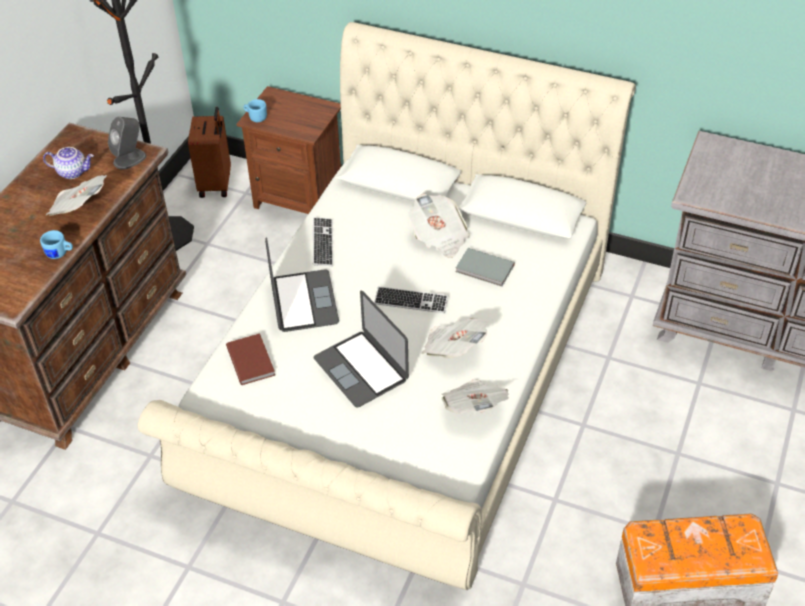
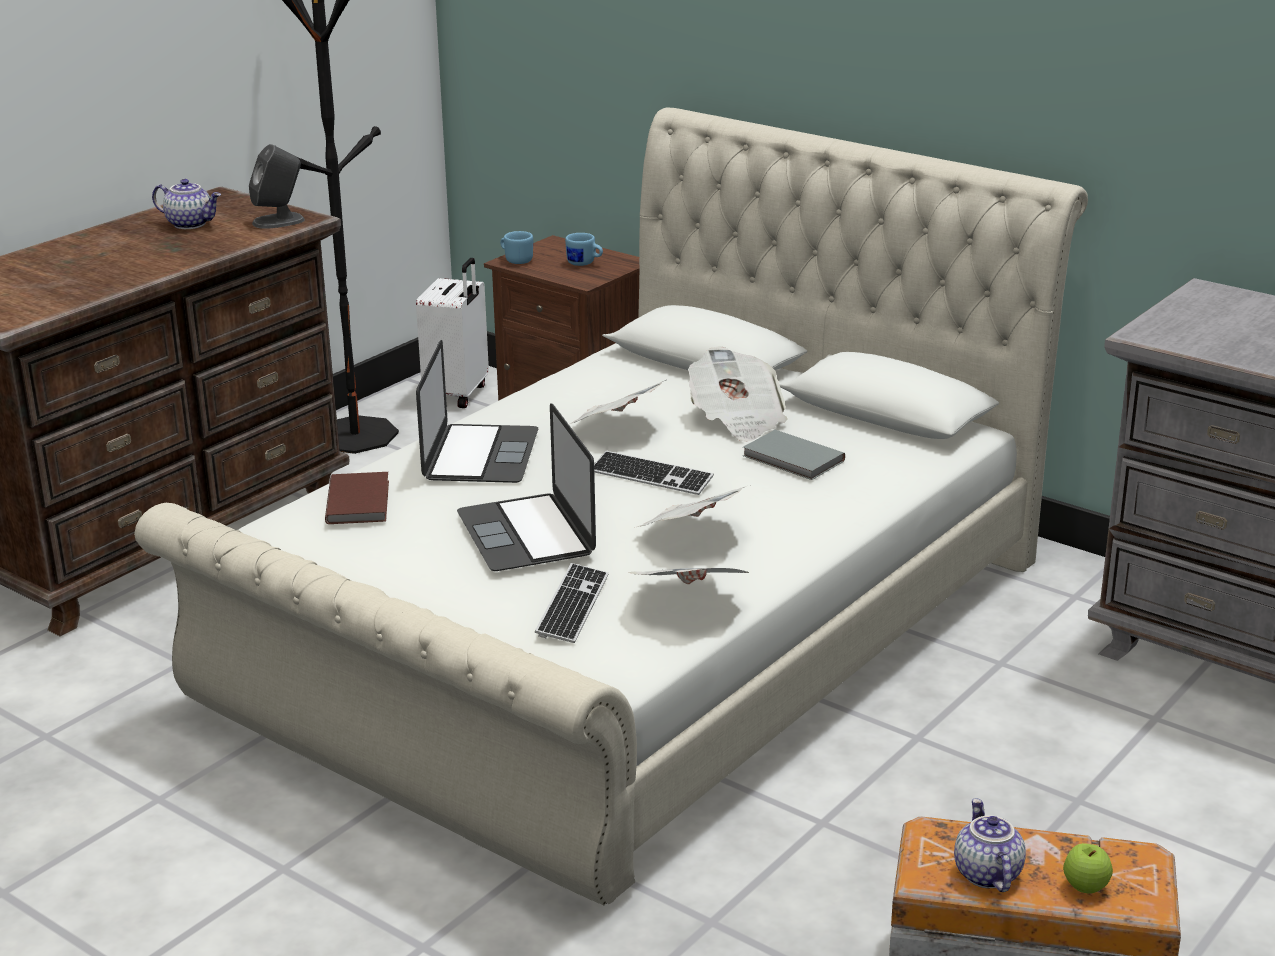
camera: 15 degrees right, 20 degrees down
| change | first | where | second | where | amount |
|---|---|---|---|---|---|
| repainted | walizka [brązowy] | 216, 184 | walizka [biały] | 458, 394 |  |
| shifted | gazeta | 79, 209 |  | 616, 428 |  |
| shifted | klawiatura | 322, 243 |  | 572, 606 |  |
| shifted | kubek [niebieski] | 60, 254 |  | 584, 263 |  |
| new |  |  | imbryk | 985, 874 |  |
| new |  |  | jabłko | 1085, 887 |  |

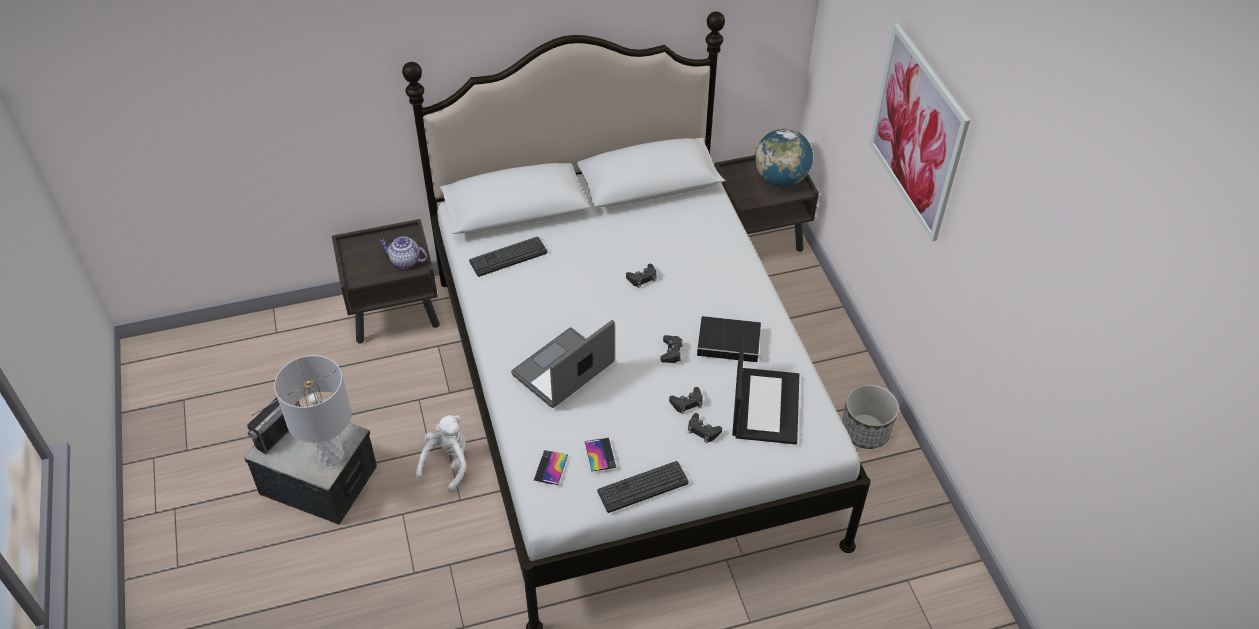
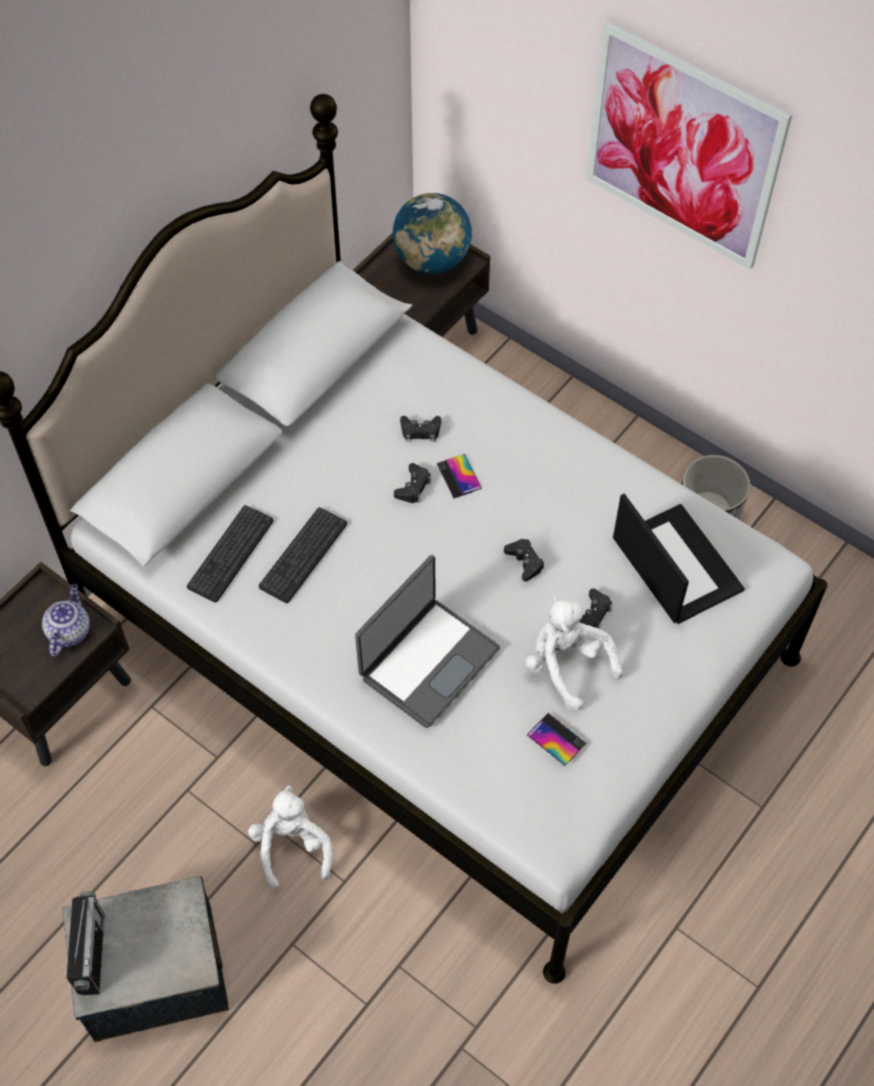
camera: 35 degrees left, 10 degrees up
| change | first | where | second | where | amount |
|---|---|---|---|---|---|
| rotated | imbryk | 404, 261 |  | 69, 631 | 120 degrees clockwise |
| gone | książka | 731, 342 |  |  |  |
| rotated | laptop | 564, 371 |  | 428, 661 | 150 degrees counterclockwise |
| gone | lampa stołowa [szary] | 331, 456 |  |  |  |
| shifted | pad do gier [czarny] | 703, 431 |  | 420, 431 |  |
| shifted | telefon | 551, 467 |  | 459, 476 |  |
| shifted | klawiatura | 643, 487 |  | 303, 555 |  |
| new |  |  | pluszak [biały] | 567, 665 |  |

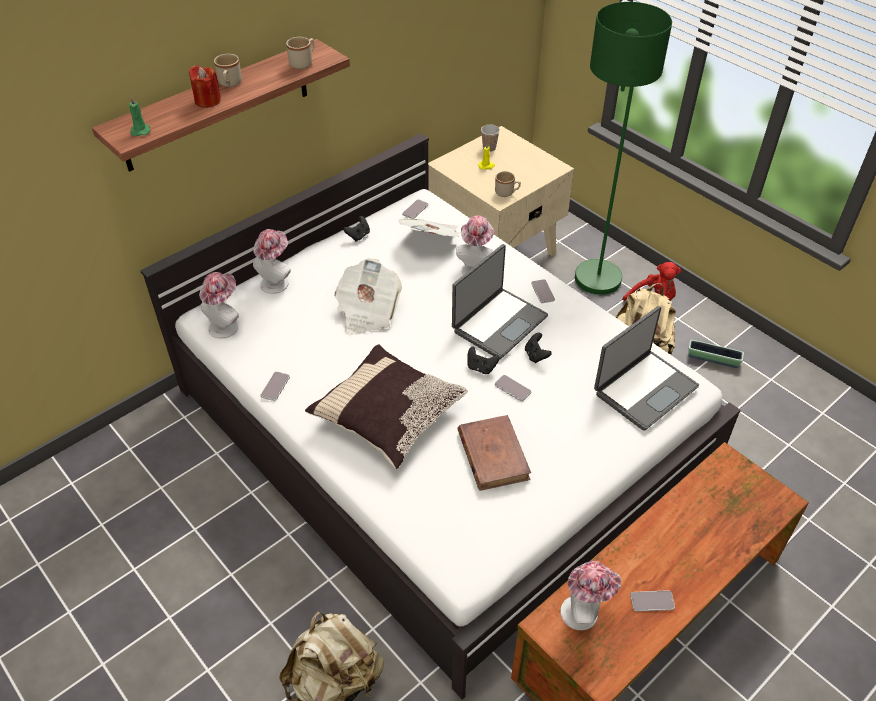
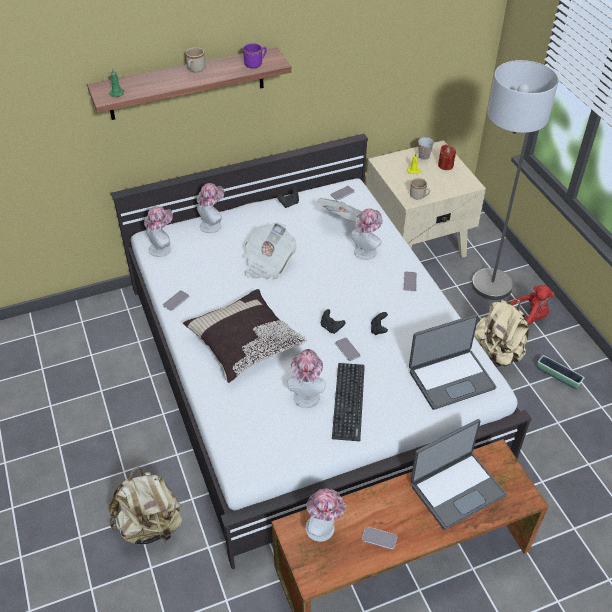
camera: 20 degrees right, 0 degrees up
| change | first | where | second | where | amount |
|---|---|---|---|---|---|
| repainted | lampa stojąca [zielony] | 591, 287 | lampa stojąca [szary] | 483, 291 |  |
| repainted | kubek [beżowy] | 303, 63 | kubek [fioletowy] | 256, 64 |  |
| shifted | świeca [czerwony] | 207, 101 |  | 445, 165 |  |
| shifted | laptop | 498, 323 |  | 456, 489 |  |
| swapped | książka [brązowy] | 493, 455 | kapelusz | 306, 394 |  |
| new |  |  | klawiatura | 348, 401 |  |

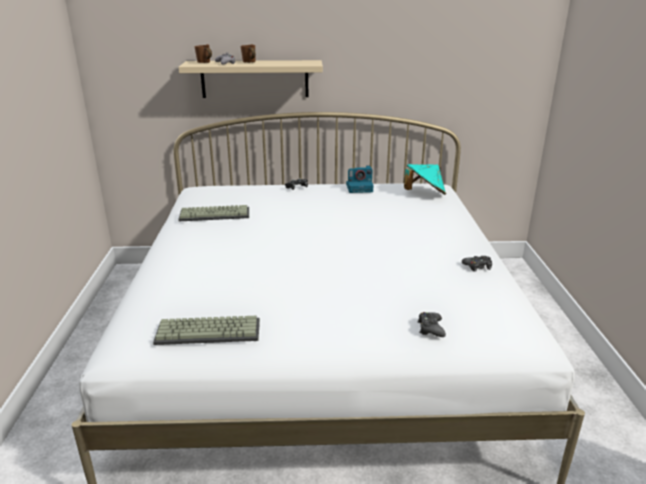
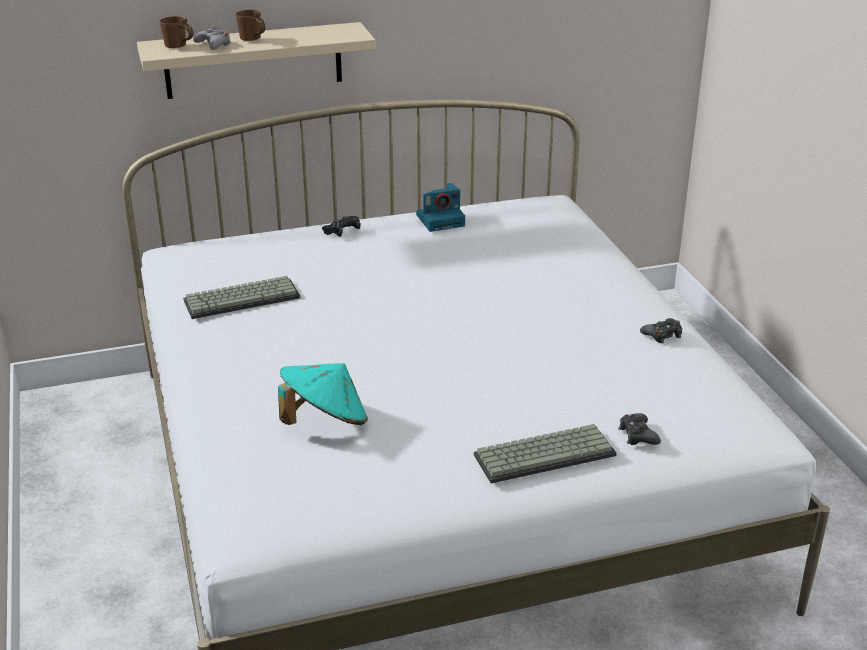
camera: 15 degrees left, 5 degrees up
| change | first | where | second | where | amount |
|---|---|---|---|---|---|
| shifted | kapelusz [turkusowy] | 424, 194 |  | 324, 421 |  |
| shifted | klawiatura | 209, 331 |  | 545, 453 |  |

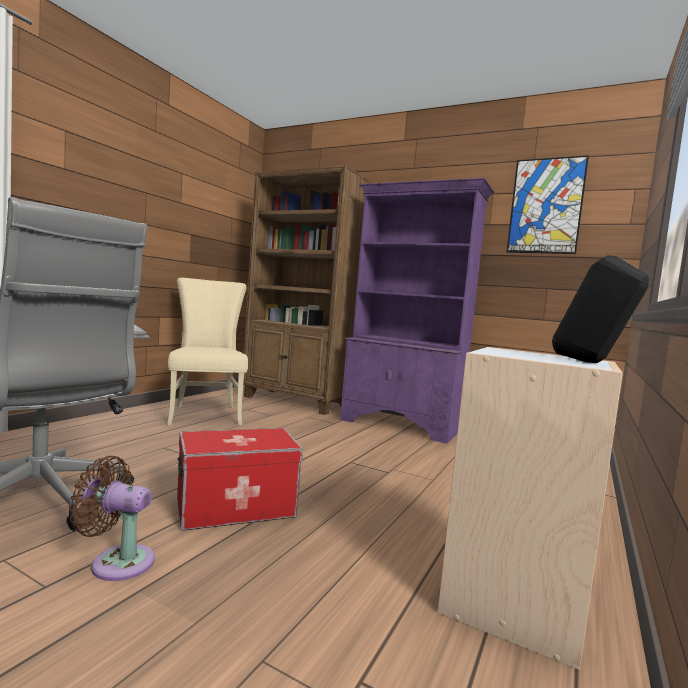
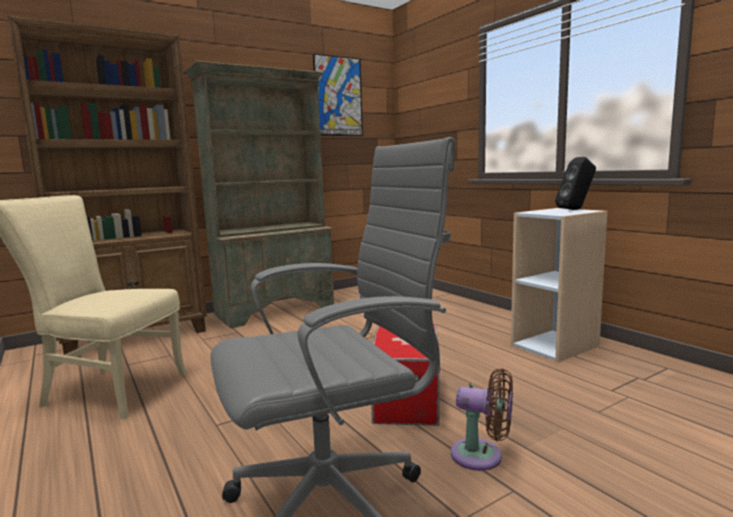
camera: 60 degrees left, 5 degrees up
| change | first | where | second | where | amount |
|---|---|---|---|---|---|
| repainted | regał [fioletowy] | 401, 425 | regał [zielony] | 275, 310 |  |
| rotated | wentylator [brązowy] | 117, 562 |  | 482, 456 | 105 degrees counterclockwise |

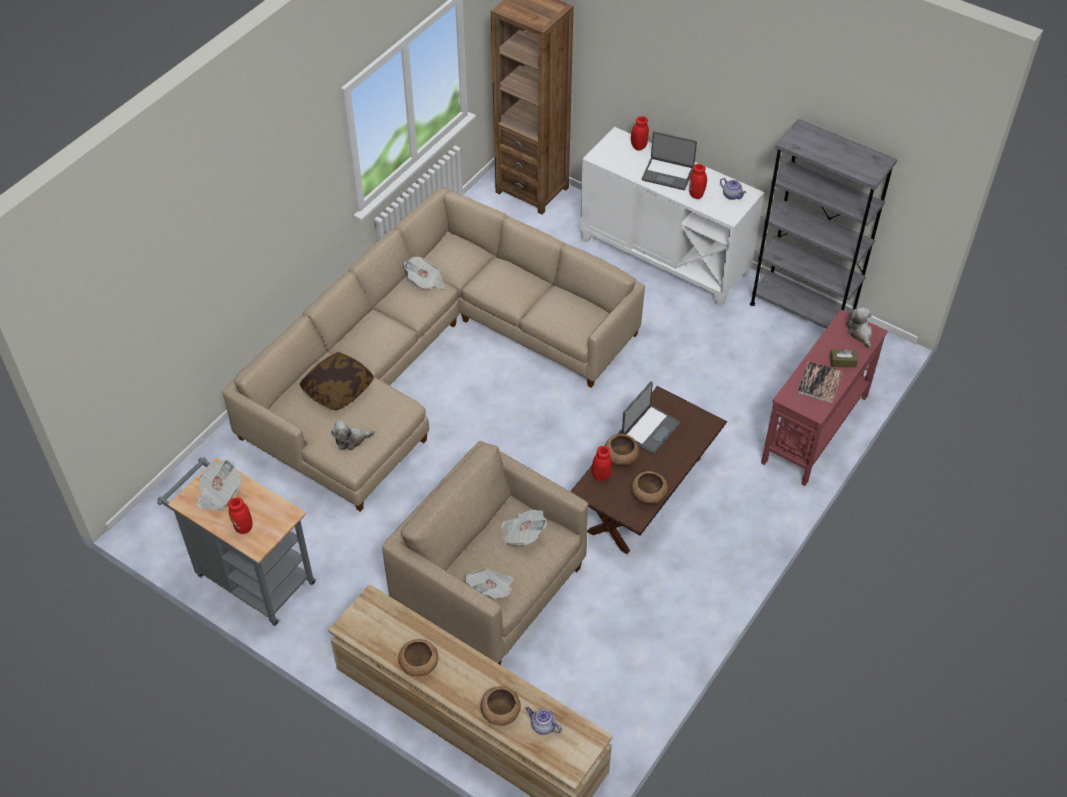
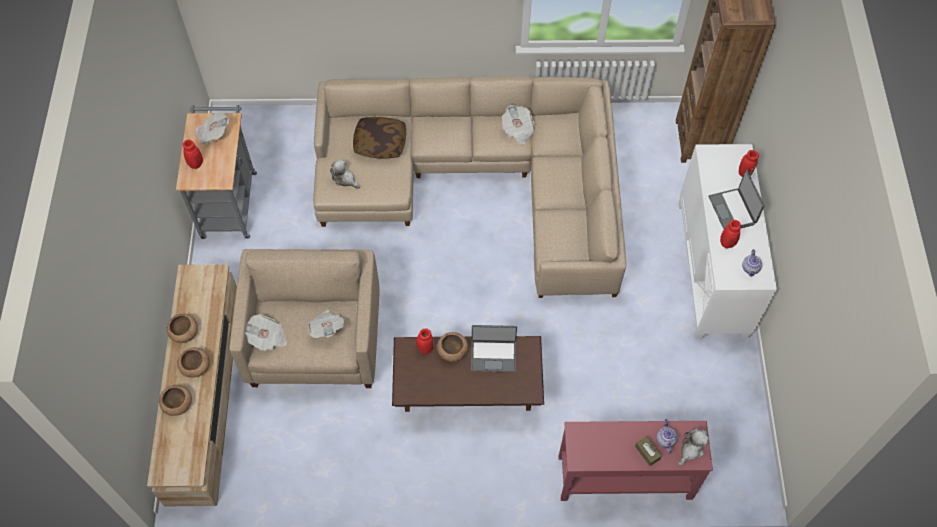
camera: 55 degrees right, 10 degrees up
| change | first | where | second | where | amount |
|---|---|---|---|---|---|
| gone | regał [szary] | 801, 311 |  |  |  |
| gone | książka | 820, 382 |  |  |  |
| shifted | miska [brązowy] | 648, 495 |  | 196, 367 |  |
| shifted | imbryk | 542, 726 |  | 665, 439 |  |

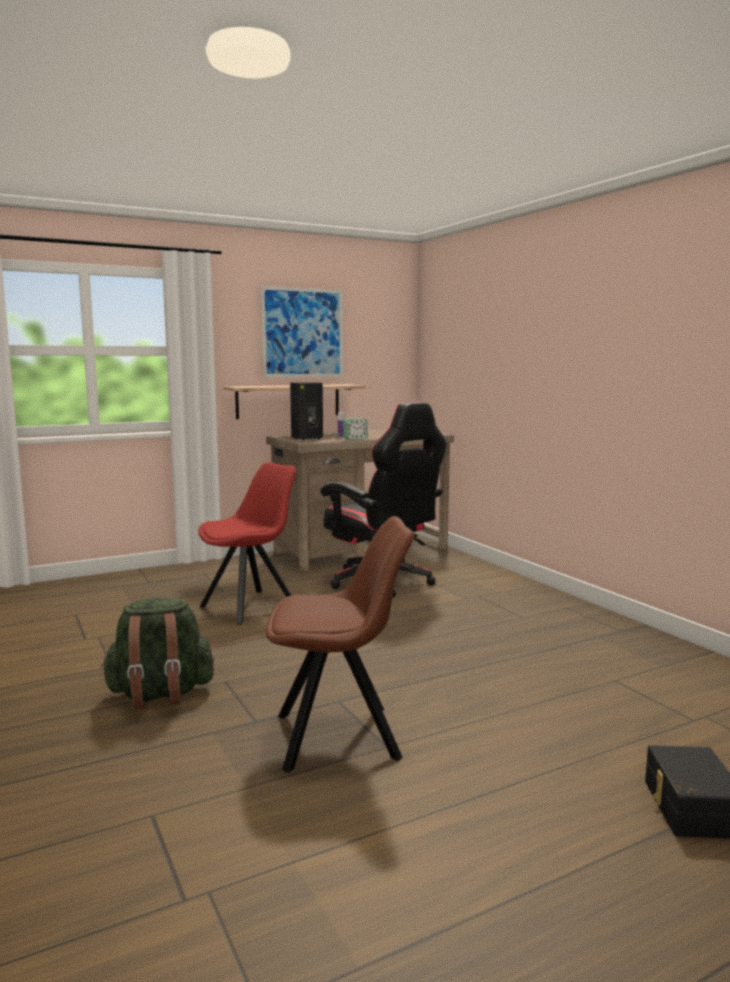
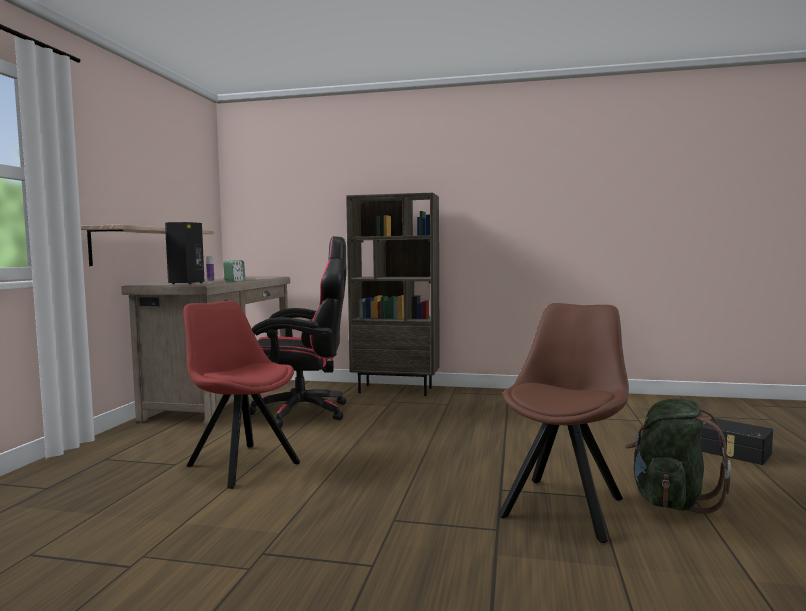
camera: 50 degrees left, 5 degrees down
| change | first | where | second | where | amount |
|---|---|---|---|---|---|
| gone | obraz | 302, 333 |  |  |  |
| rotated | krzesło [czerwony] | 250, 606 |  | 242, 464 | 45 degrees counterclockwise |
| shifted | plecak [zielony] | 160, 695 |  | 670, 500 |  |
| new |  |  | regał [brązowy] | 396, 390 |  |

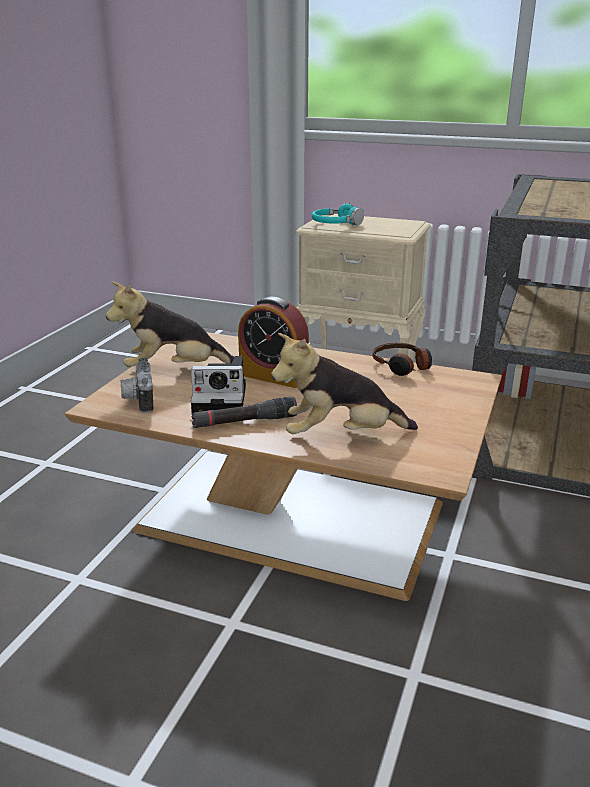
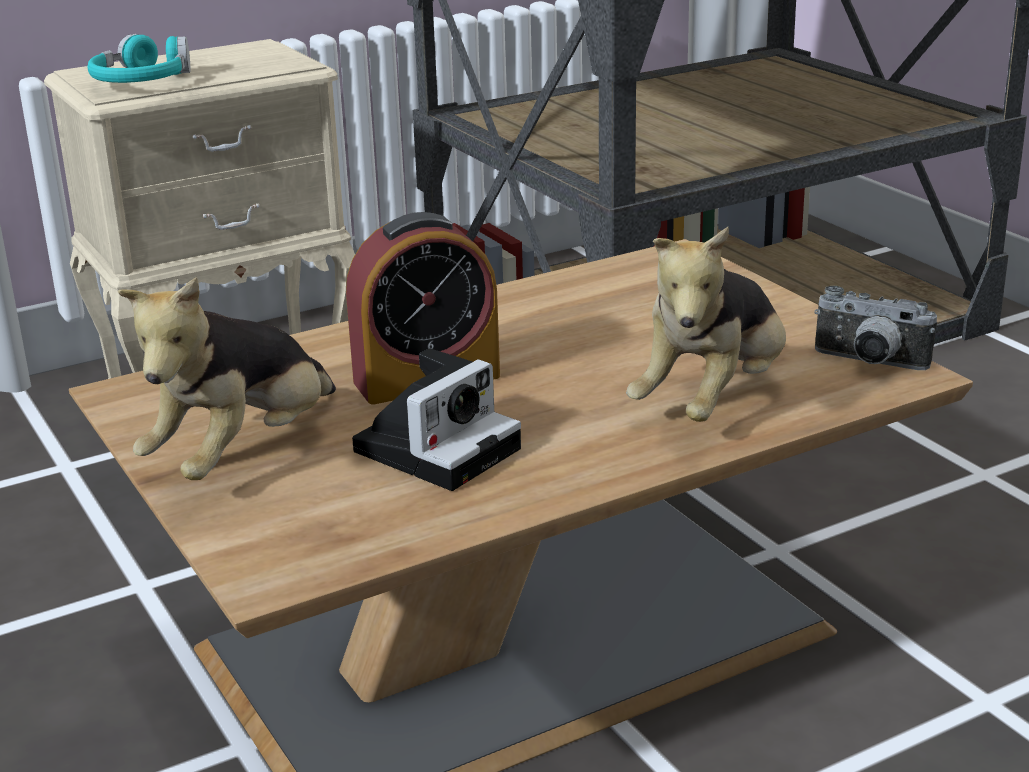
camera: 50 degrees left, 0 degrees up
| change | first | where | second | where | amount |
|---|---|---|---|---|---|
| gone | słuchawki | 402, 366 |  |  |  |
| shifted | aparat fotograficzny | 138, 400 |  | 868, 364 |  |
| gone | latarka [czarny] | 245, 422 |  |  |  |

